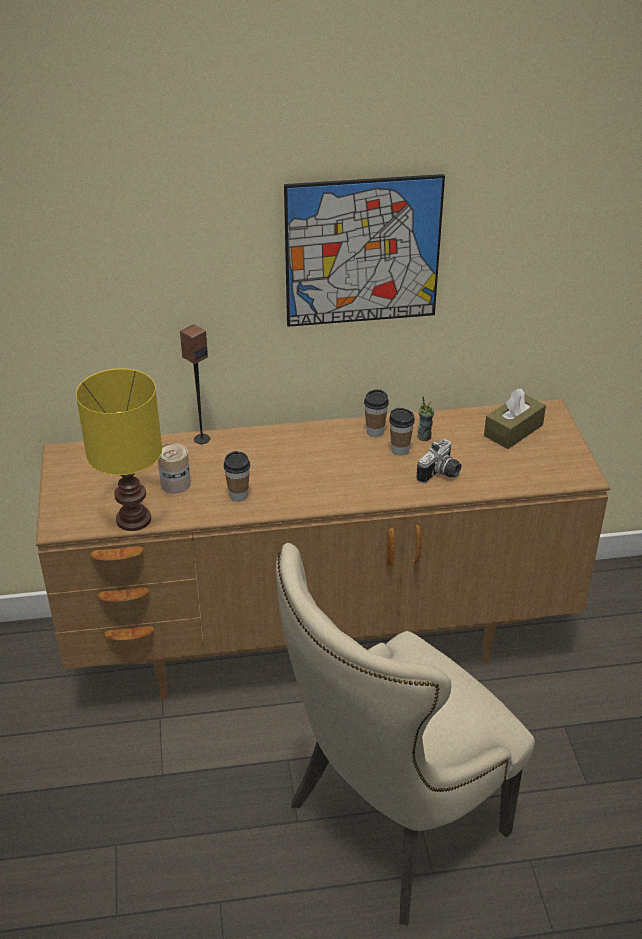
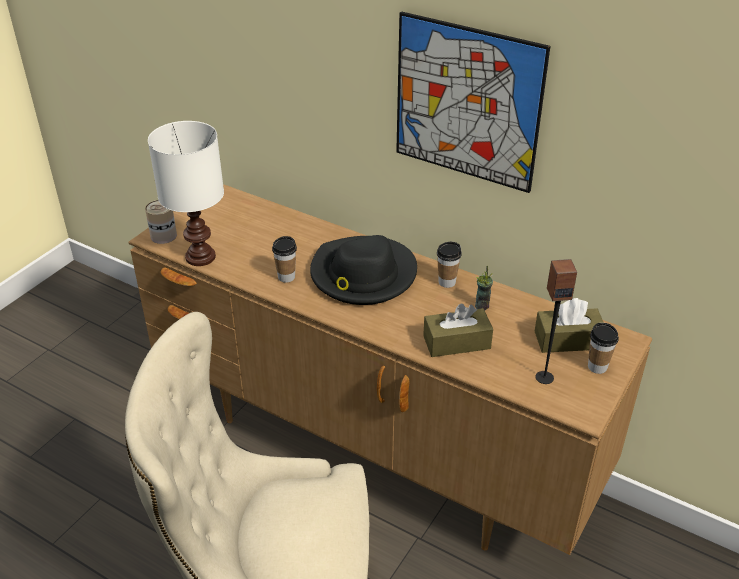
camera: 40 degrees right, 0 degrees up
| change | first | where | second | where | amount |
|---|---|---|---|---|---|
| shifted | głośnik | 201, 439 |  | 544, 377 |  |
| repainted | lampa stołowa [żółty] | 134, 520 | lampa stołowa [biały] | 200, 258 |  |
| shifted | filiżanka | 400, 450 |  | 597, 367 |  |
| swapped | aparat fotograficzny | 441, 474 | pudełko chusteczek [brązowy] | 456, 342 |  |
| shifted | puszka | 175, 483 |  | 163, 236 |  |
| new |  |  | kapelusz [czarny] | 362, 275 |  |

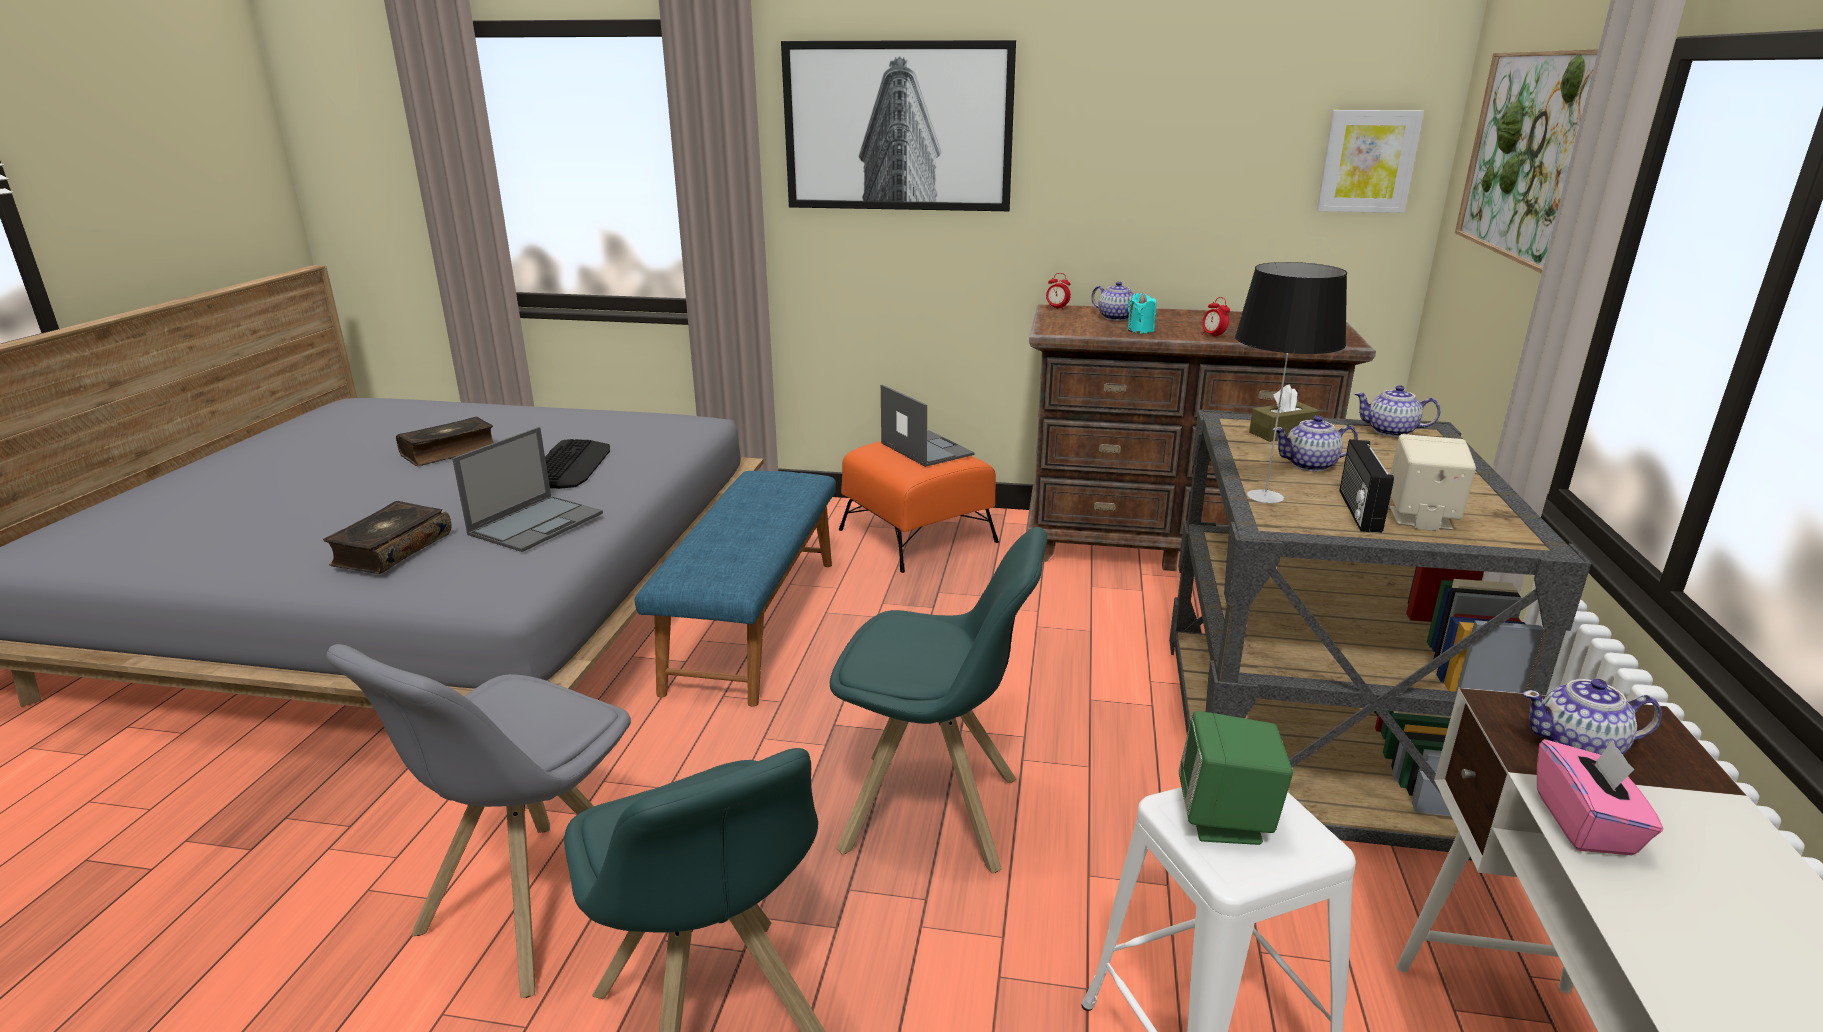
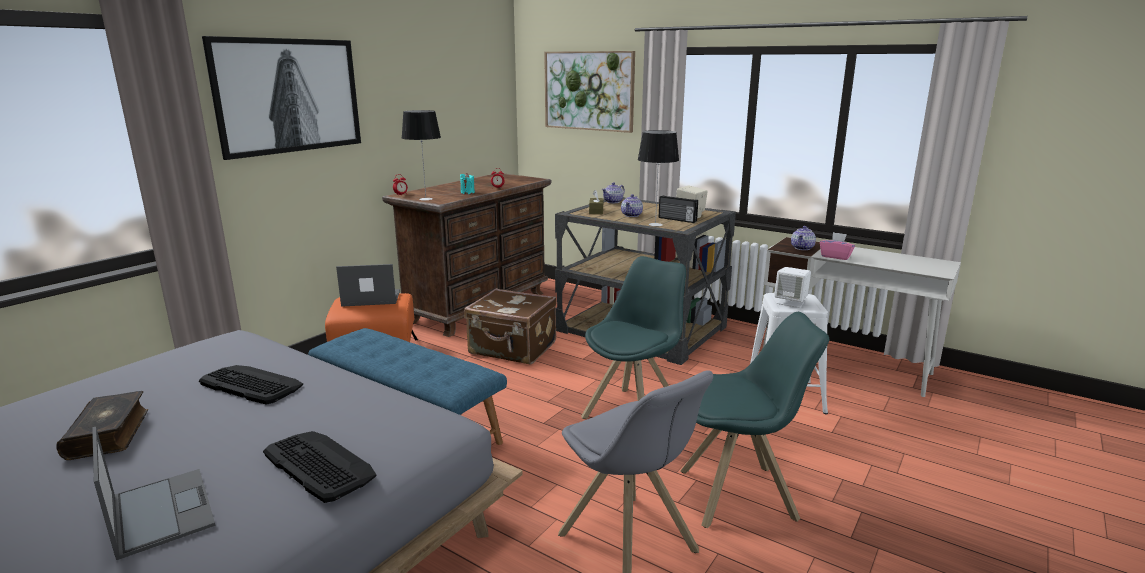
camera: 65 degrees left, 5 degrees down
| change | first | where | second | where | amount |
|---|---|---|---|---|---|
| gone | obraz | 1368, 161 |  |  |  |
| gone | imbryk | 1116, 317 |  |  |  |
| shifted | laptop | 537, 523 |  | 160, 511 |  |
| swapped | książka | 391, 550 | klawiatura | 319, 465 |  |
| repainted | głośnik [zielony] | 1226, 820 | głośnik [biały] | 791, 302 |  |
| new |  |  | lampa stołowa | 425, 199 |  |
| new |  |  | walizka [brązowy] | 512, 349 |  |

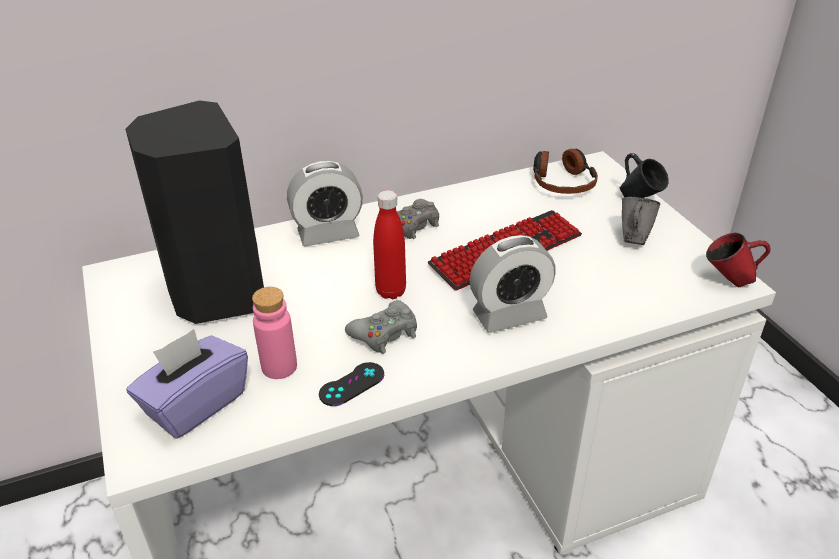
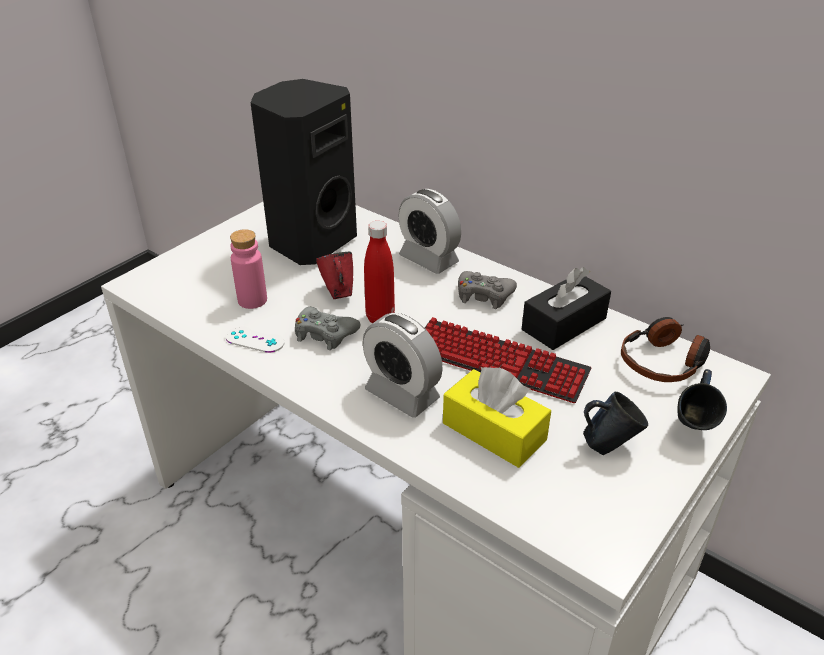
camera: 60 degrees right, 0 degrees up
| change | first | where | second | where | amount |
|---|---|---|---|---|---|
| repainted | kubek [szary] | 633, 239 | kubek [niebieski] | 608, 445 |  |
| shifted | kubek [czerwony] | 728, 282 |  | 338, 294 |  |
| gone | pudełko chusteczek [fioletowy] | 195, 404 |  |  |  |
| repainted | pad do gier [czarny] | 352, 384 | pad do gier [biały] | 254, 340 |  |
| new |  |  | pudełko chusteczek [czarny] | 564, 324 |  |
| new |  |  | pudełko chusteczek [żółty] | 494, 431 |  |

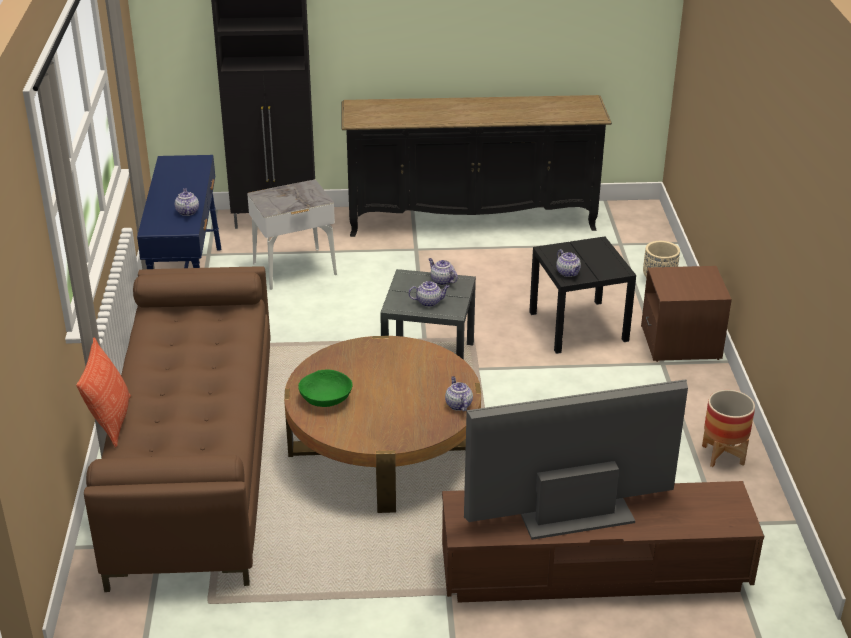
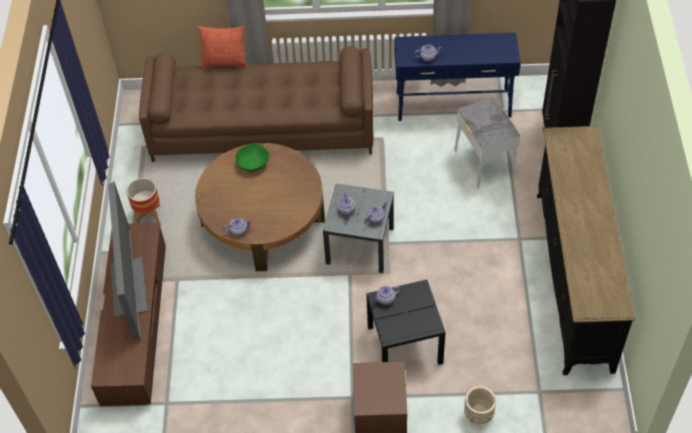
camera: 95 degrees right, 20 degrees up
| change | first | where | second | where | amount |
|---|---|---|---|---|---|
| shifted | donica | 723, 455 |  | 148, 214 |  |

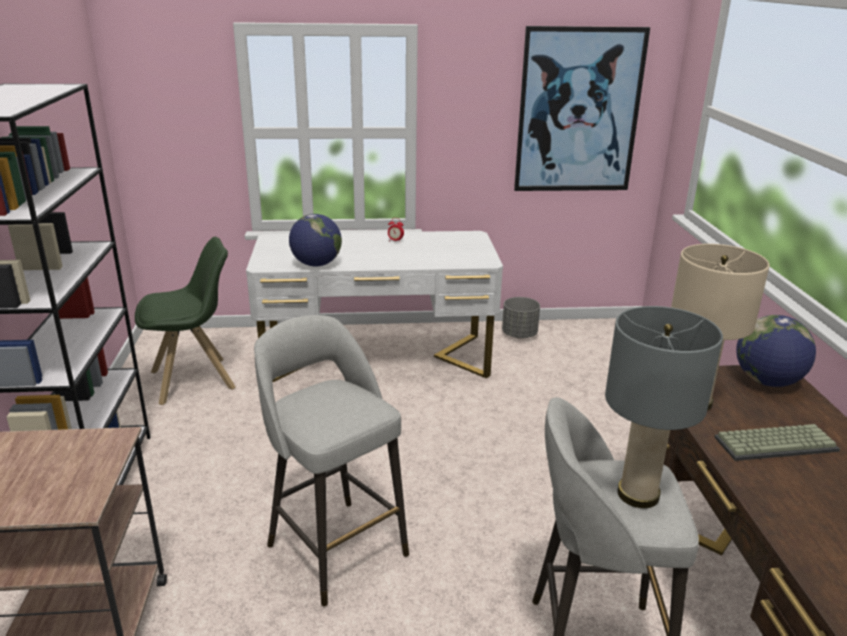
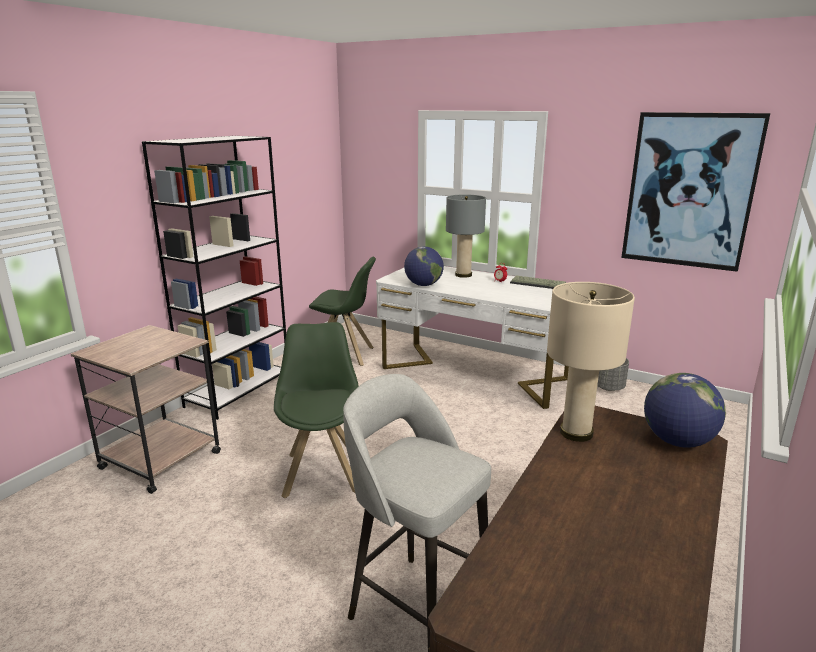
camera: 35 degrees right, 5 degrees down
| change | first | where | second | where | amount |
|---|---|---|---|---|---|
| shifted | lampa stołowa [szary] | 637, 495 |  | 463, 275 |  |
| swapped | stołek [szary] | 335, 547 | krzesło [zielony] | 322, 472 |  |
| shifted | klawiatura | 775, 443 |  | 539, 284 |  |

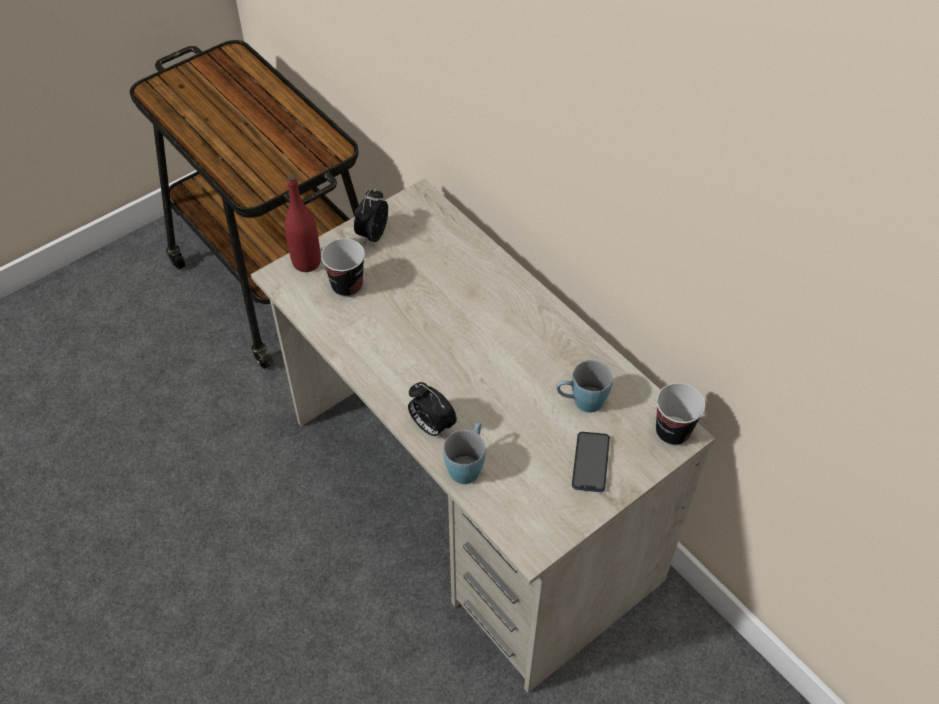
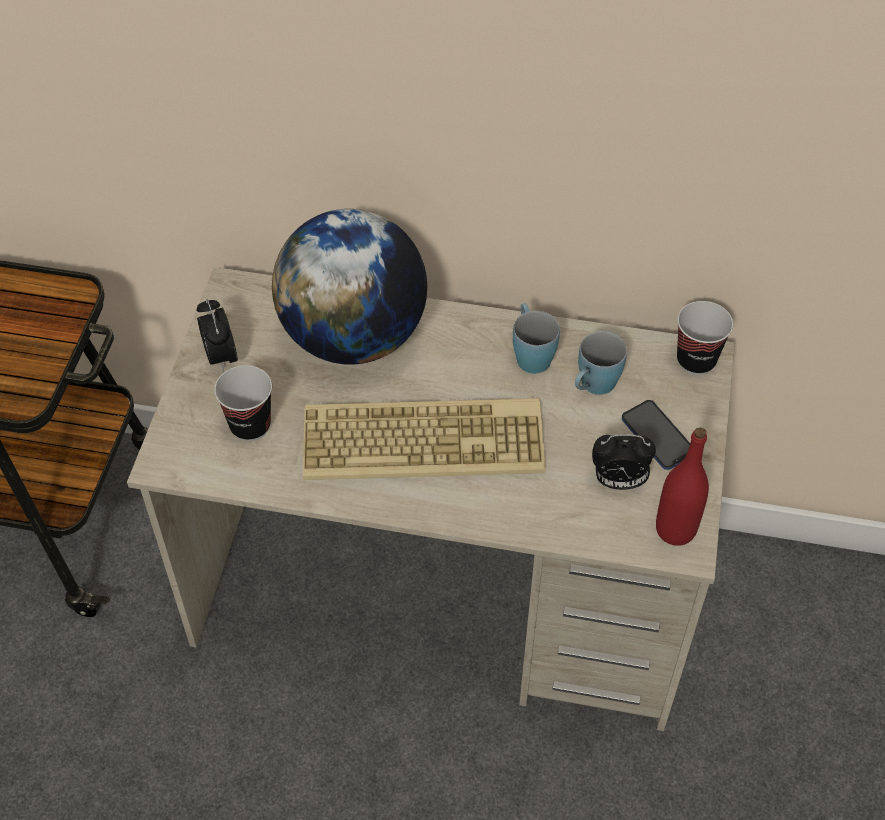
camera: 40 degrees left, 0 degrees up
| change | first | where | second | where | amount |
|---|---|---|---|---|---|
| shifted | butelka [czerwony] | 306, 262 |  | 675, 530 |  |
| shifted | budzik | 431, 426 |  | 618, 481 |  |
| shifted | kubek [niebieski] | 467, 464 |  | 530, 353 |  |
| new |  |  | globus | 354, 337 |  |
| new |  |  | klawiatura | 425, 438 |  |

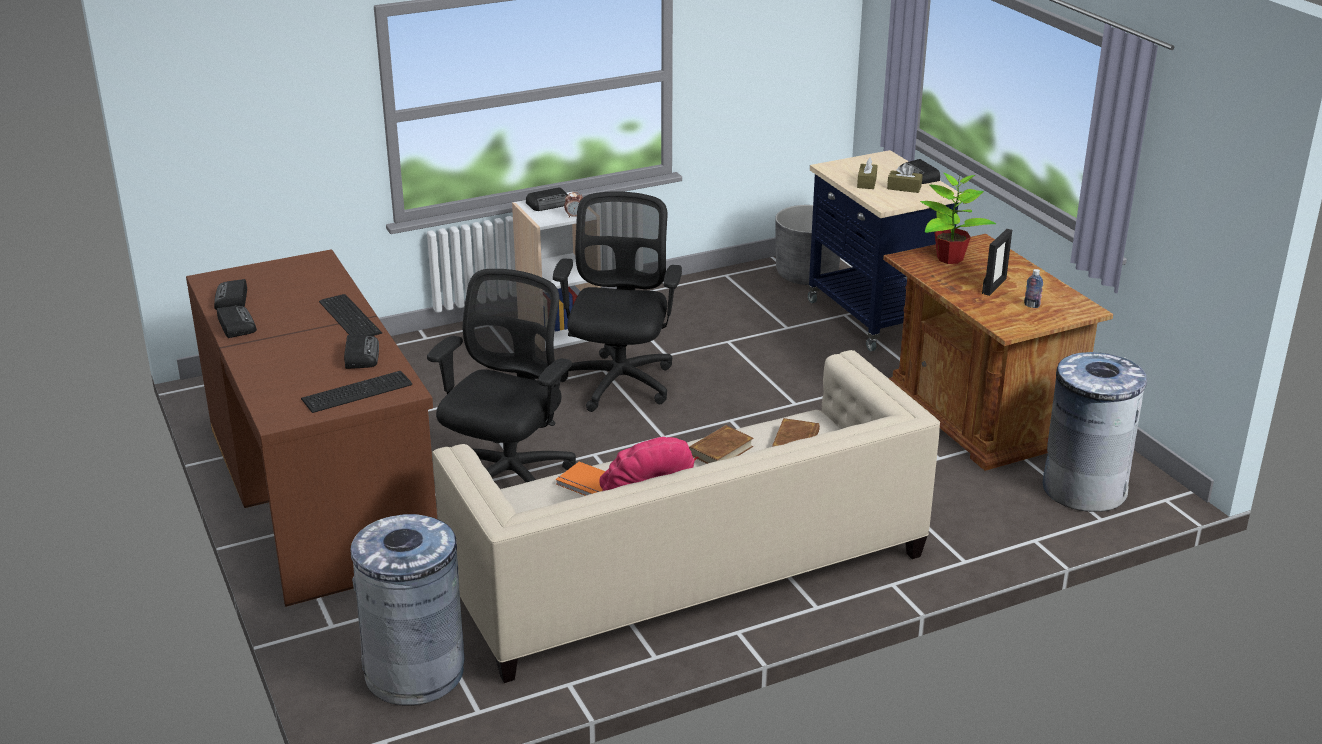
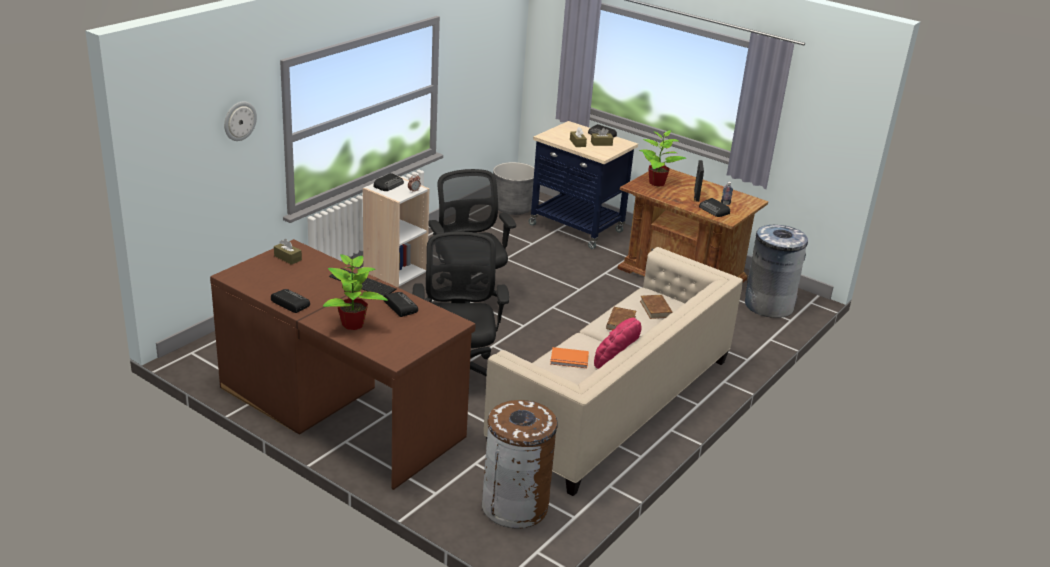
camera: 30 degrees left, 0 degrees up
| change | first | where | second | where | amount |
|---|---|---|---|---|---|
| shifted | radio | 232, 300 |  | 714, 210 |  |
| gone | klawiatura | 355, 391 |  |  |  |
| repainted | kosz na śmieci [szary] | 415, 672 | kosz na śmieci [brązowy] | 515, 506 |  |
| new |  |  | zegar ścienny | 239, 120 |  |
| new |  |  | pudełko chusteczek [brązowy] | 288, 258 |  |
| new |  |  | roślina doniczkowa | 353, 324 |  |

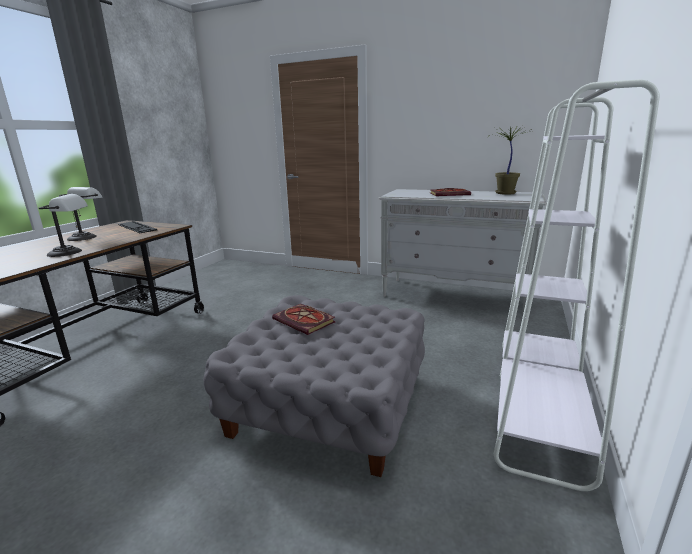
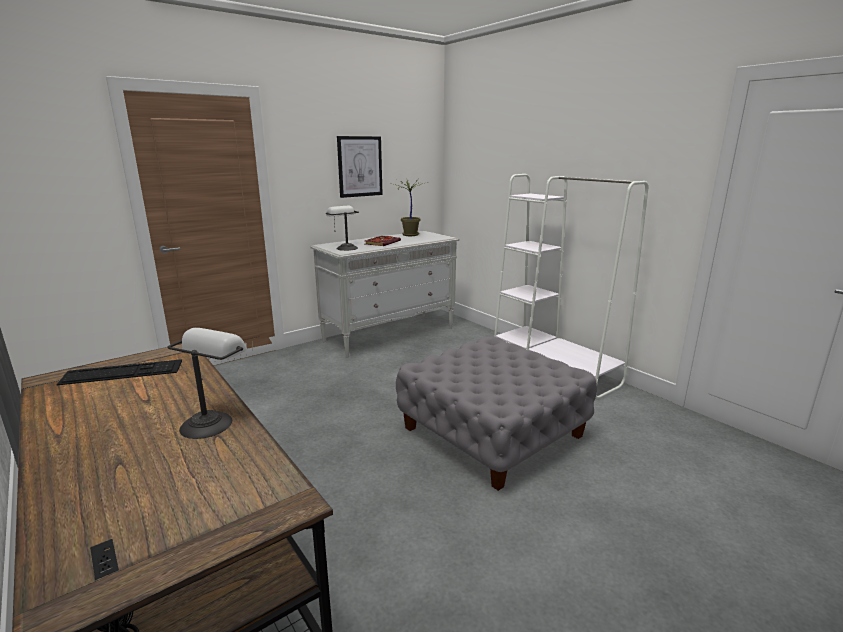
camera: 60 degrees left, 0 degrees up
| change | first | where | second | where | amount |
|---|---|---|---|---|---|
| shifted | lampa stołowa | 87, 236 |  | 344, 247 |  |
| gone | książka | 305, 321 |  |  |  |
| new |  |  | obraz | 360, 166 |  |

